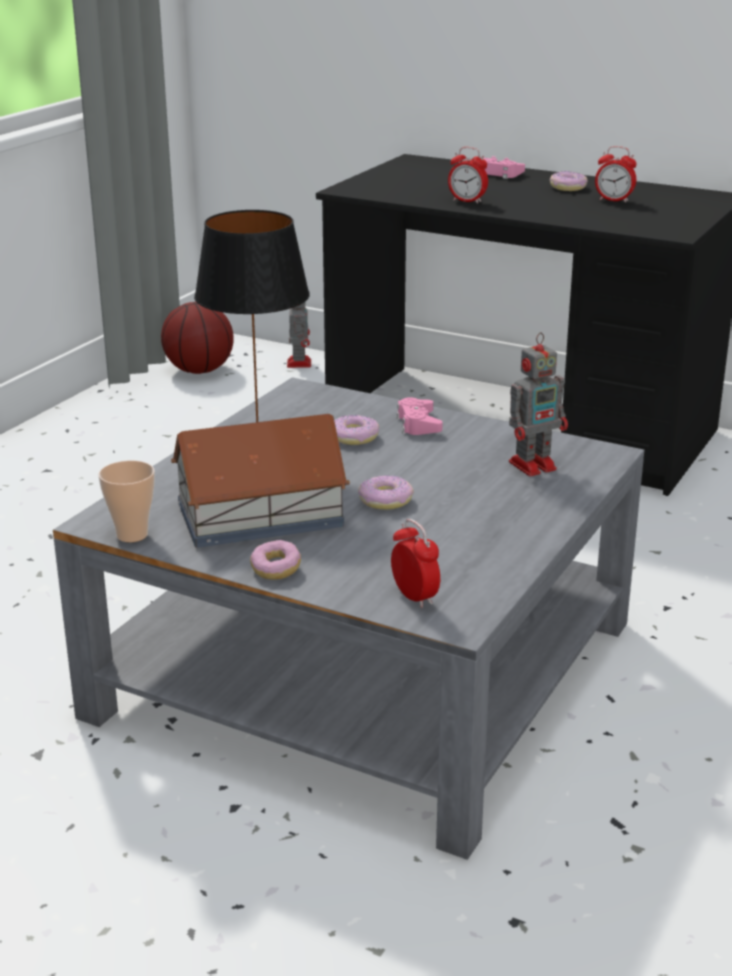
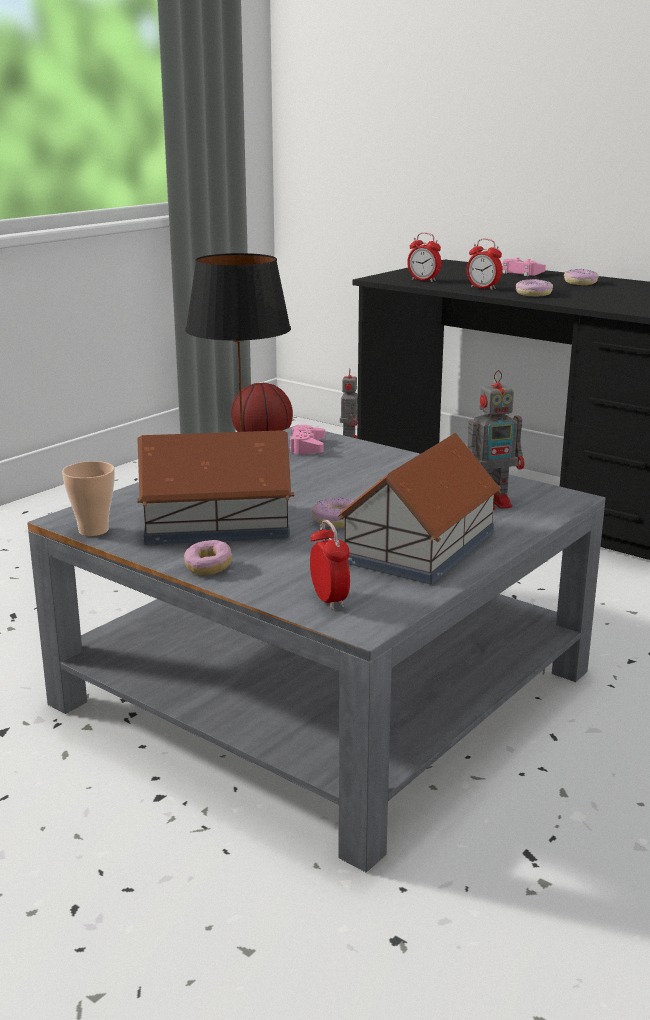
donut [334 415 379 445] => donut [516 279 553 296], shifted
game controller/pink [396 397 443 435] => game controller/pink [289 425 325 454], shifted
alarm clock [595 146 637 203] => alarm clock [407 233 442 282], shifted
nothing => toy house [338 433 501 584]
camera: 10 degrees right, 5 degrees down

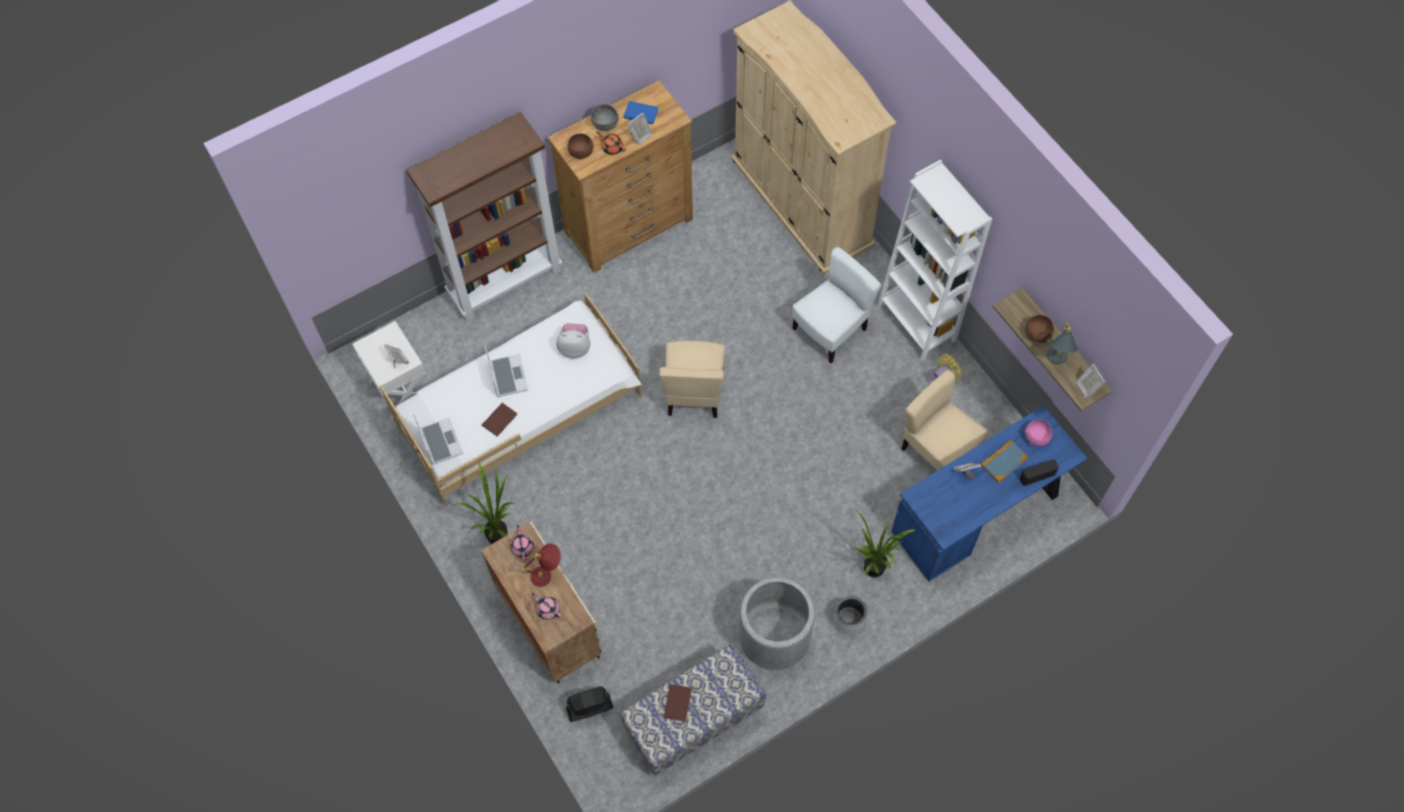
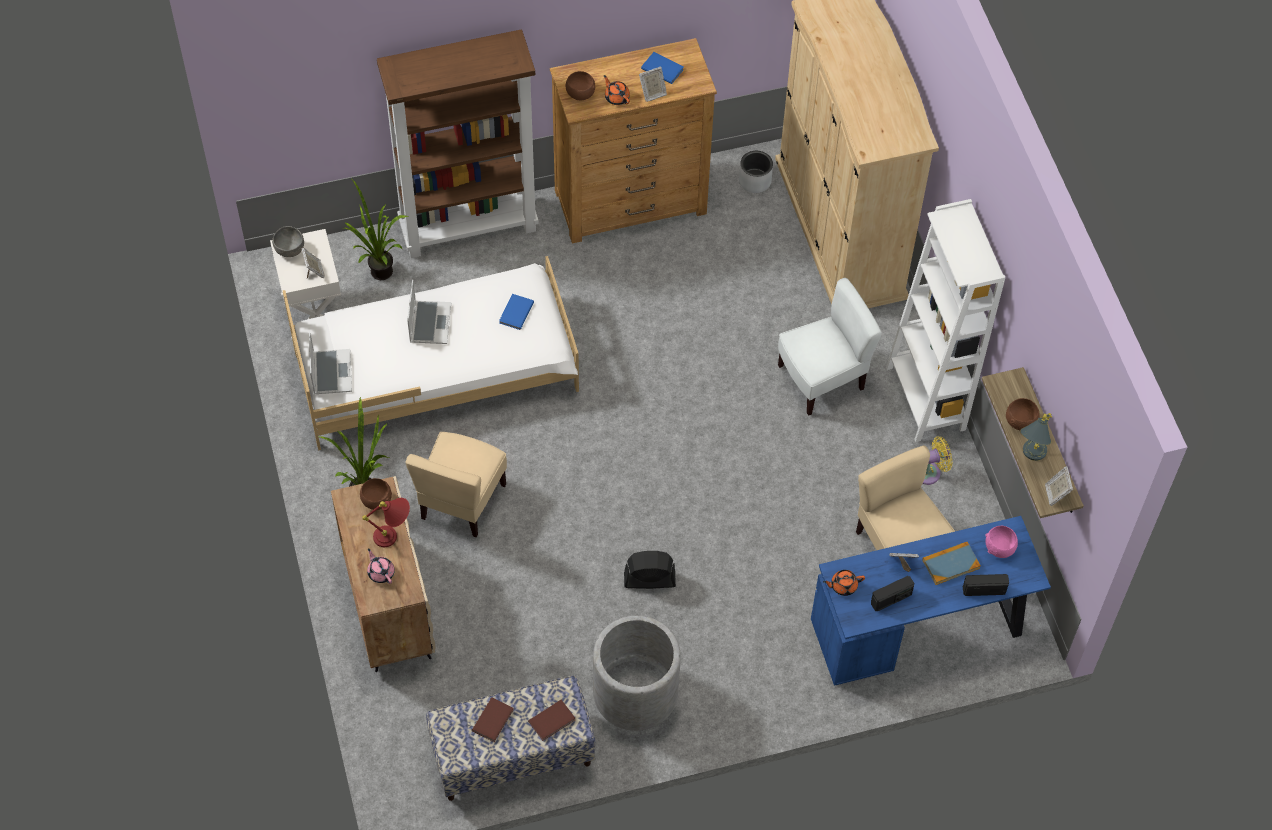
book/brown [482 403 517 437] => book/brown [528 700 575 741], shifted
teapot/pink [510 525 534 561] => bowl/brown [360 478 392 510]
plush toy [556 323 590 358] => book/blue [499 294 534 330]
fan/black [566 686 614 722] => fan/black [624 551 676 589], shifted
bowl/grey [591 104 618 131] => bowl/grey [272 226 304 257], shifted
chair/beige [659 341 725 418] => chair/beige [406 432 507 537], shifted
planter/grey [834 596 867 635] => planter/grey [739 151 773 193], shifted
potted plant [853 510 917 578] => potted plant [344 180 408 280], shifted
nothing => teapot/orange [823 570 865 596]
nothing => radio [871 576 915 612]
camera: 15 degrees right, 5 degrees down

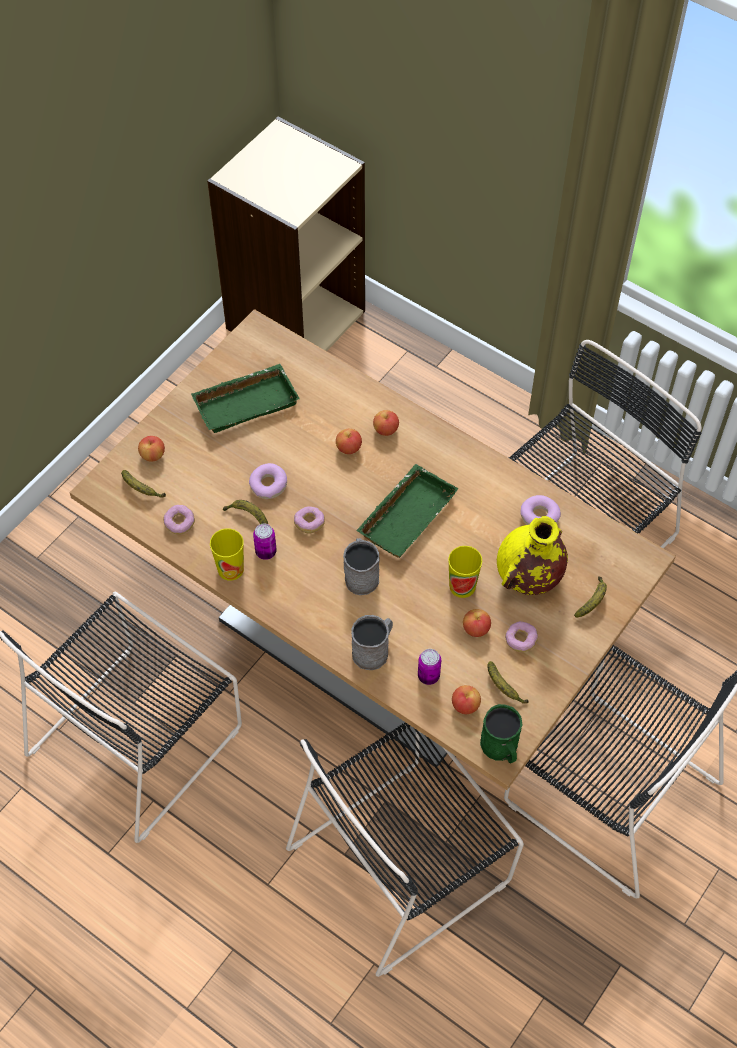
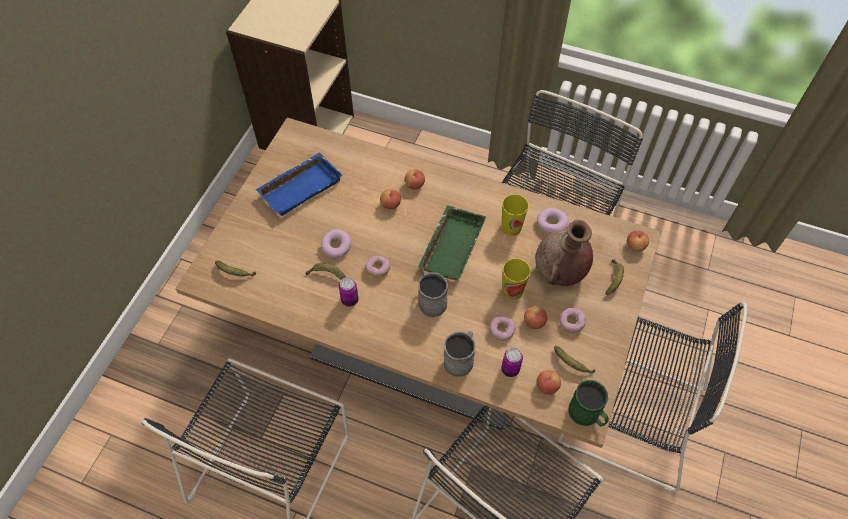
apple [138 436 165 462] => apple [627 230 649 252], shifted
donut [163 505 195 534] => donut [489 315 516 341], shifted
tray/green [191 364 300 433] => tray/blue [256 153 343 216]
cup [210 529 244 581] => cup [501 194 529 236], shifted
vase/yellow [497 516 568 595] => vase/brown [535 220 593 286]
camera: 15 degrees left, 0 degrees up

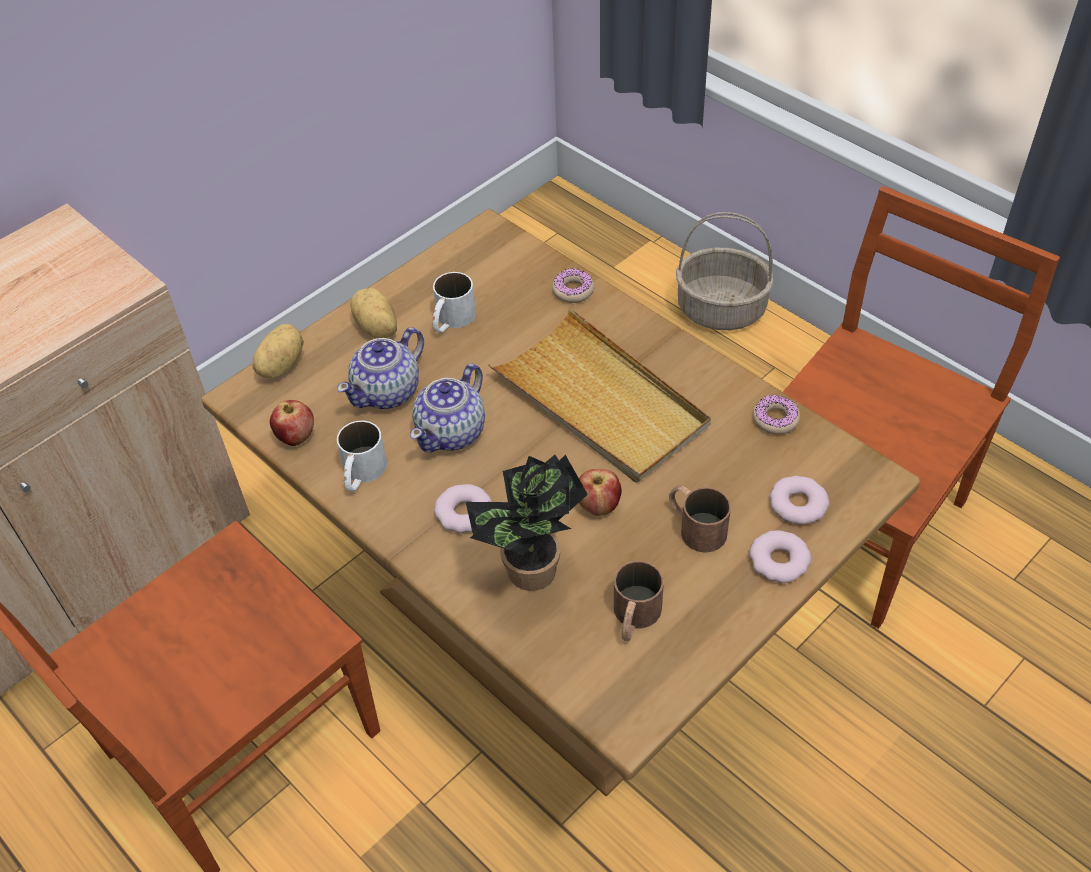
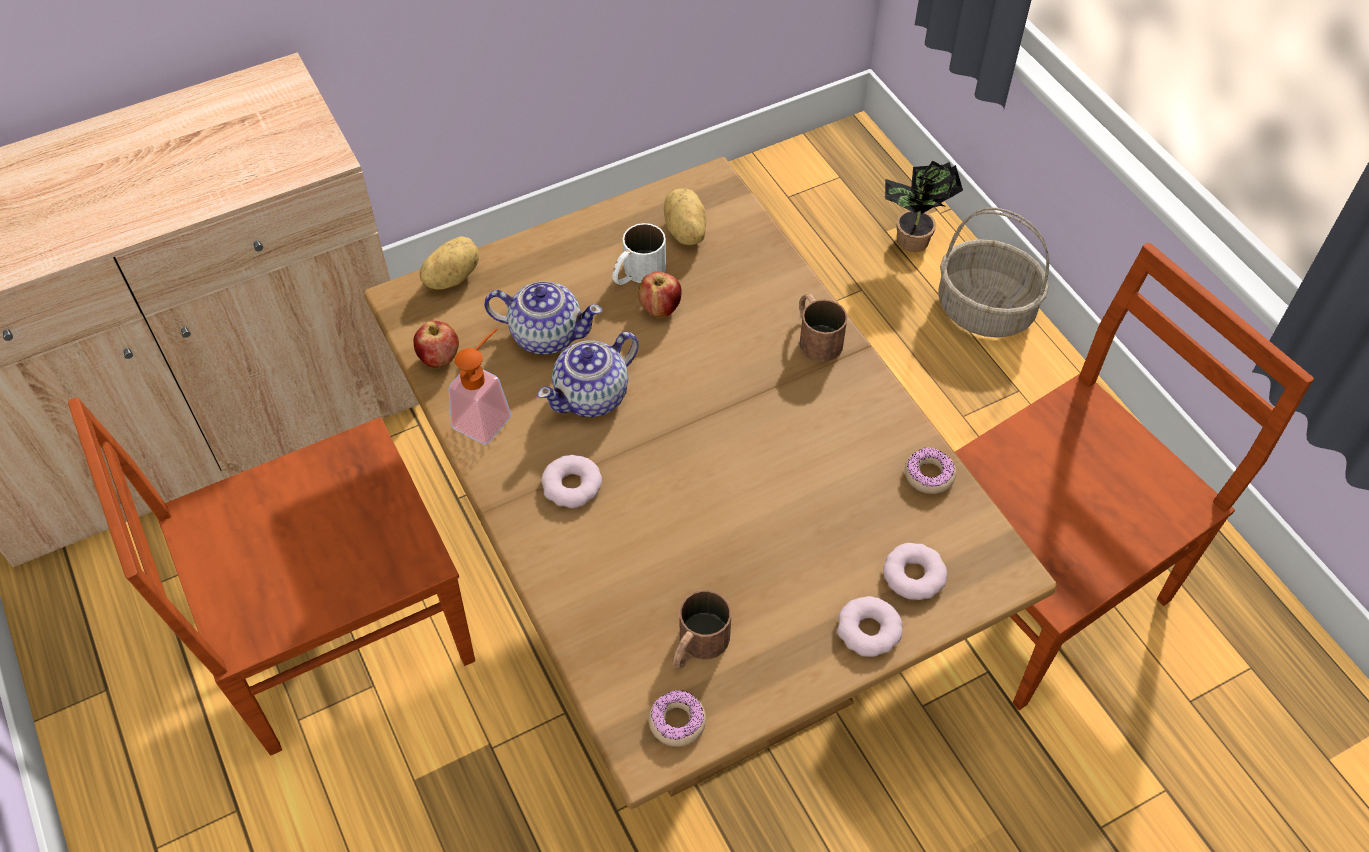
teapot [337 328 424 409] => teapot [484 281 602 355], 135 degrees counterclockwise
mug/white [337 420 387 492] => soap dispenser [448 328 511 445]
potato [351 288 397 339] => potato [664 188 707 245], shifted
potted plant [466 455 588 591] => potted plant [884 160 963 252], shifted
tray/beige [488 308 711 483] => nothing
donut [552 268 594 303] => donut [649 690 706 747], shifted
apple [579 469 622 516] => apple [638 272 682 317], shifted
mug/brown [669 486 731 553] => mug/brown [799 294 848 362], shifted
camera: 15 degrees right, 5 degrees up

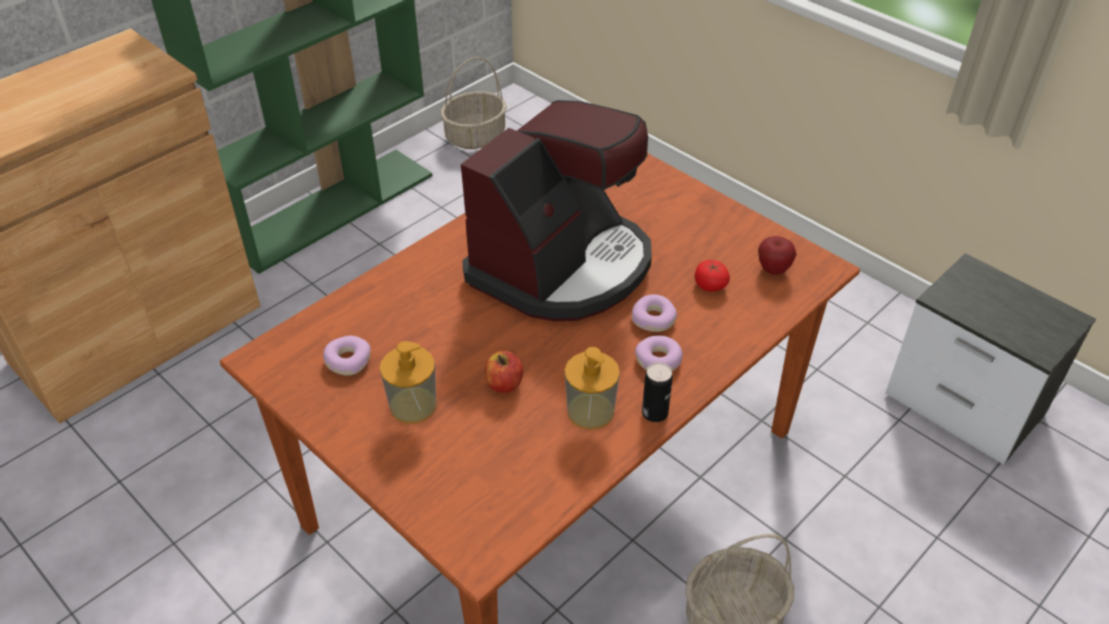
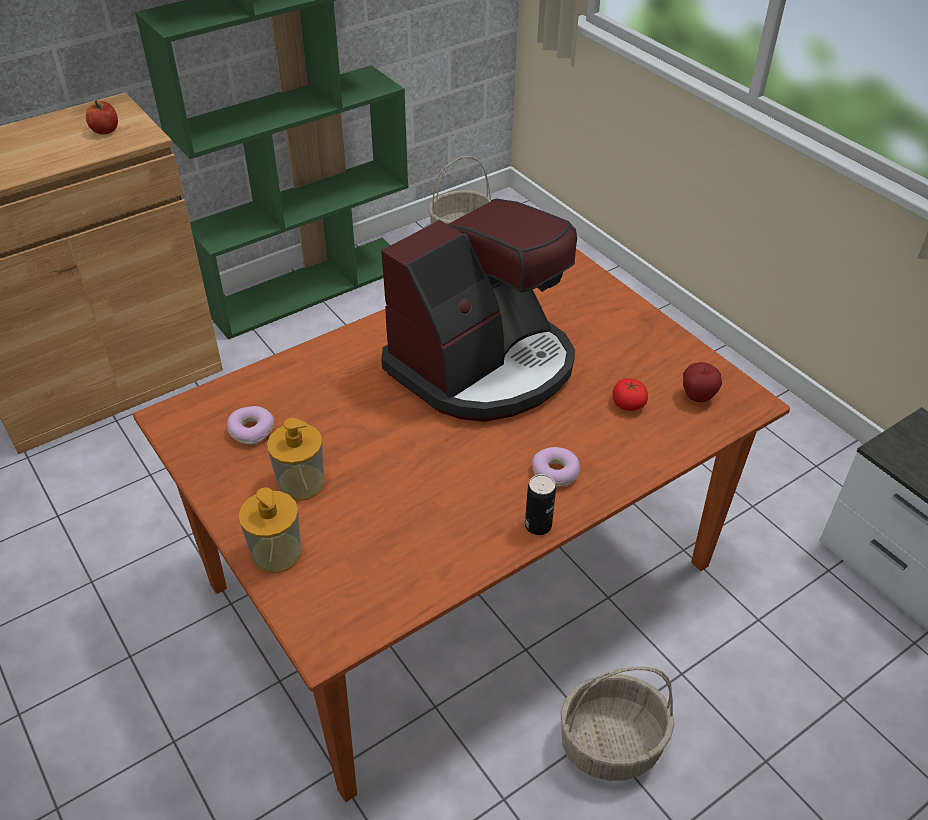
apple [485 351 523 393] => apple [86 101 118 135], shifted
soap dispenser [564 347 620 430] => soap dispenser [239 487 302 573], shifted
donut [632 294 677 332] => nothing
camera: 10 degrees right, 0 degrees up

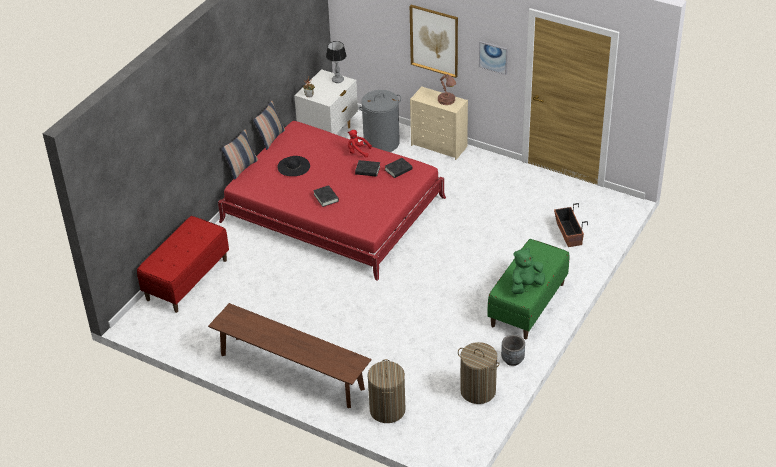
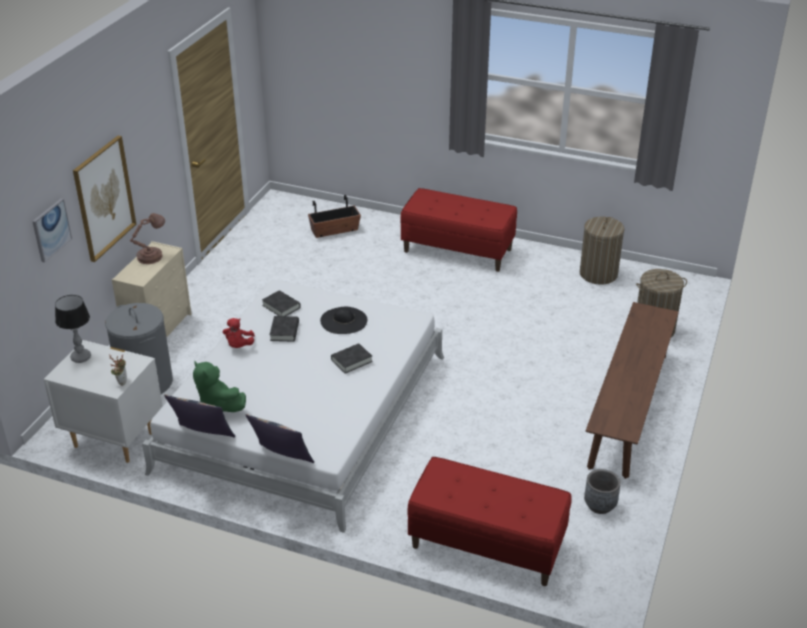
bed/red [218 121 446 281] => bed/white [142 280 444 533]
hat/black [277 156 310 176] => hat/black [320 307 367 334], shifted
picture [479 41 508 75] => picture [32 198 72 263], shifted
bench/green [487 239 569 339] => bench/red [401 188 517 272]
planter/grey [501 335 525 366] => planter/grey [584 469 621 514], shifted
plush toy/green [511 247 545 294] => plush toy/green [193 361 246 412], shifted
camera: 100 degrees left, 5 degrees down

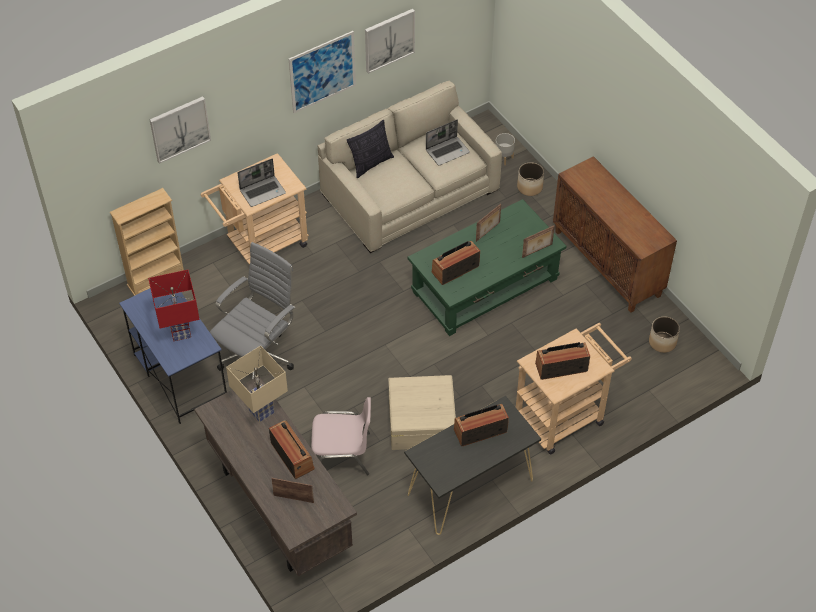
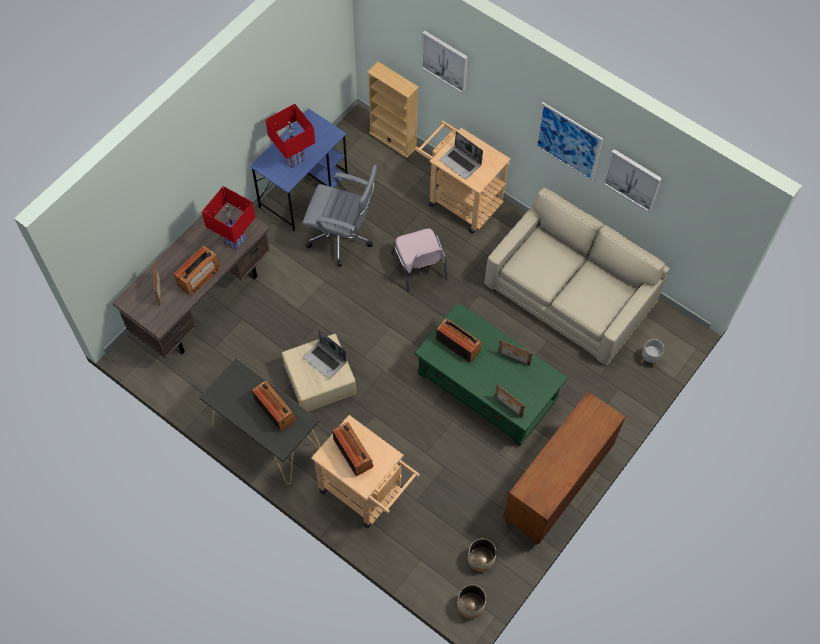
table lamp/beige [226 345 288 423] => table lamp/red [202 186 256 250]
chair/pink [311 397 371 475] => chair/pink [391 228 447 292], shifted
pillow [347 120 394 178] => nothing
laptop [426 119 470 166] => laptop [303 329 347 379], shifted
planter [517 162 544 196] => planter [457 585 486 619], shifted
camera: 70 degrees right, 10 degrees up

